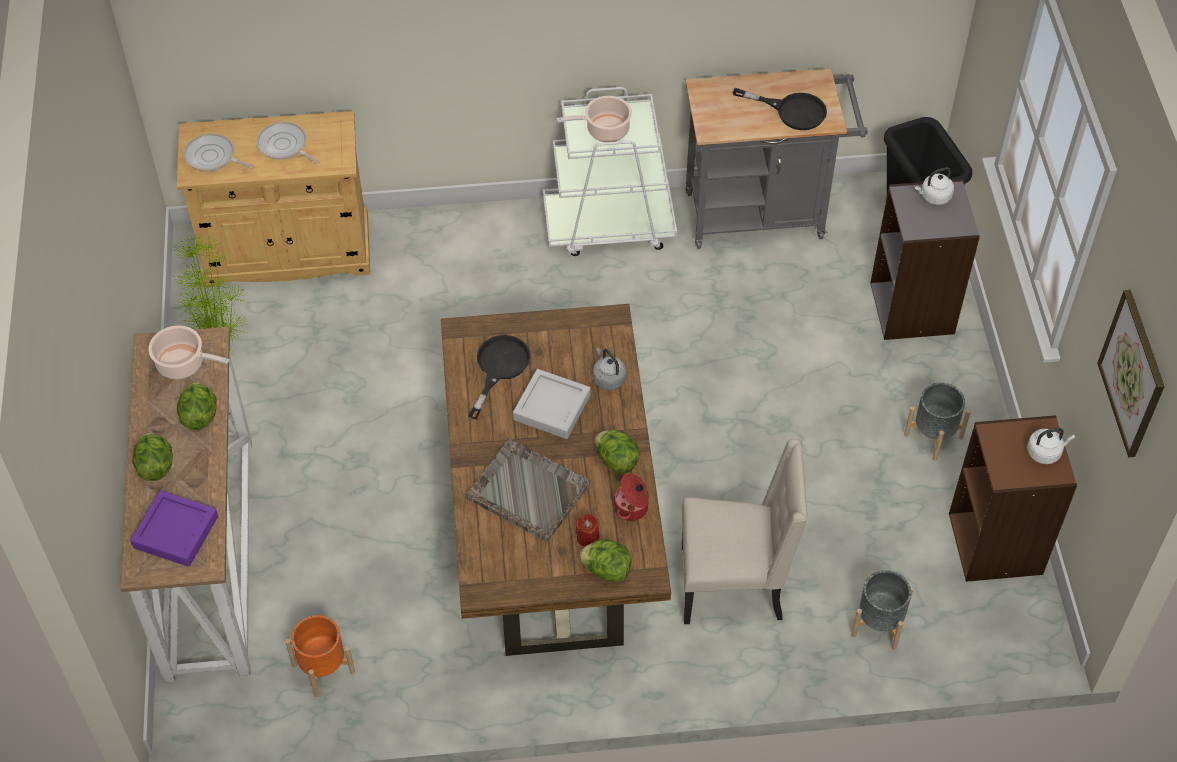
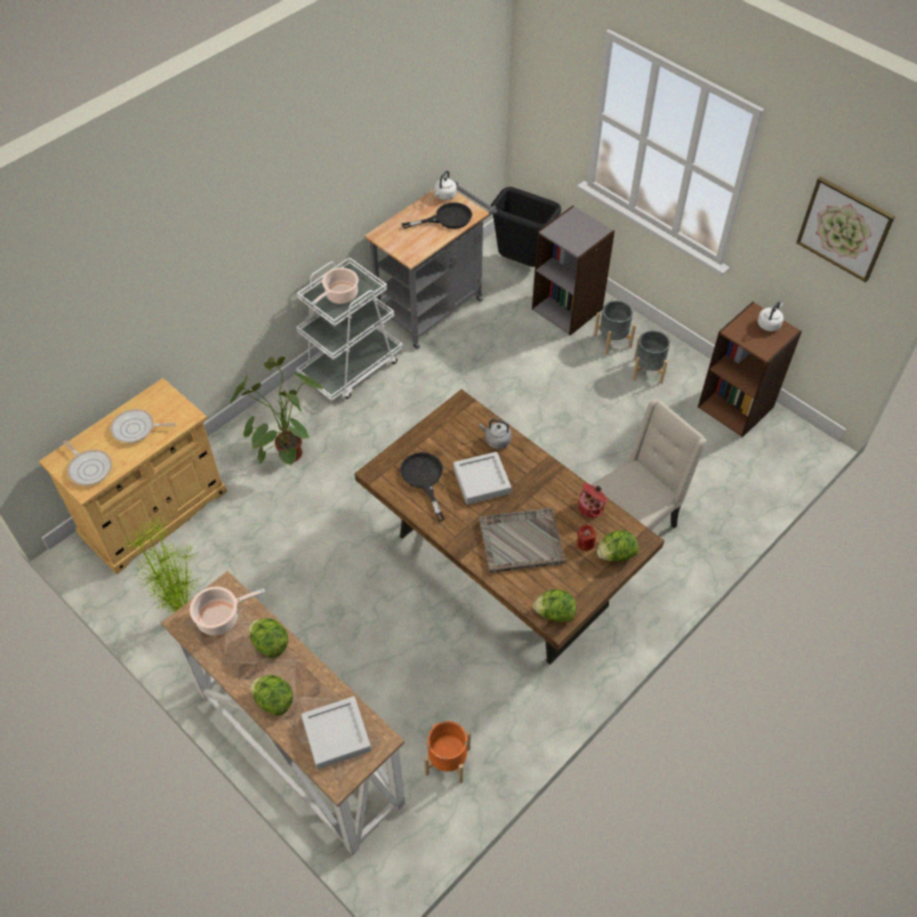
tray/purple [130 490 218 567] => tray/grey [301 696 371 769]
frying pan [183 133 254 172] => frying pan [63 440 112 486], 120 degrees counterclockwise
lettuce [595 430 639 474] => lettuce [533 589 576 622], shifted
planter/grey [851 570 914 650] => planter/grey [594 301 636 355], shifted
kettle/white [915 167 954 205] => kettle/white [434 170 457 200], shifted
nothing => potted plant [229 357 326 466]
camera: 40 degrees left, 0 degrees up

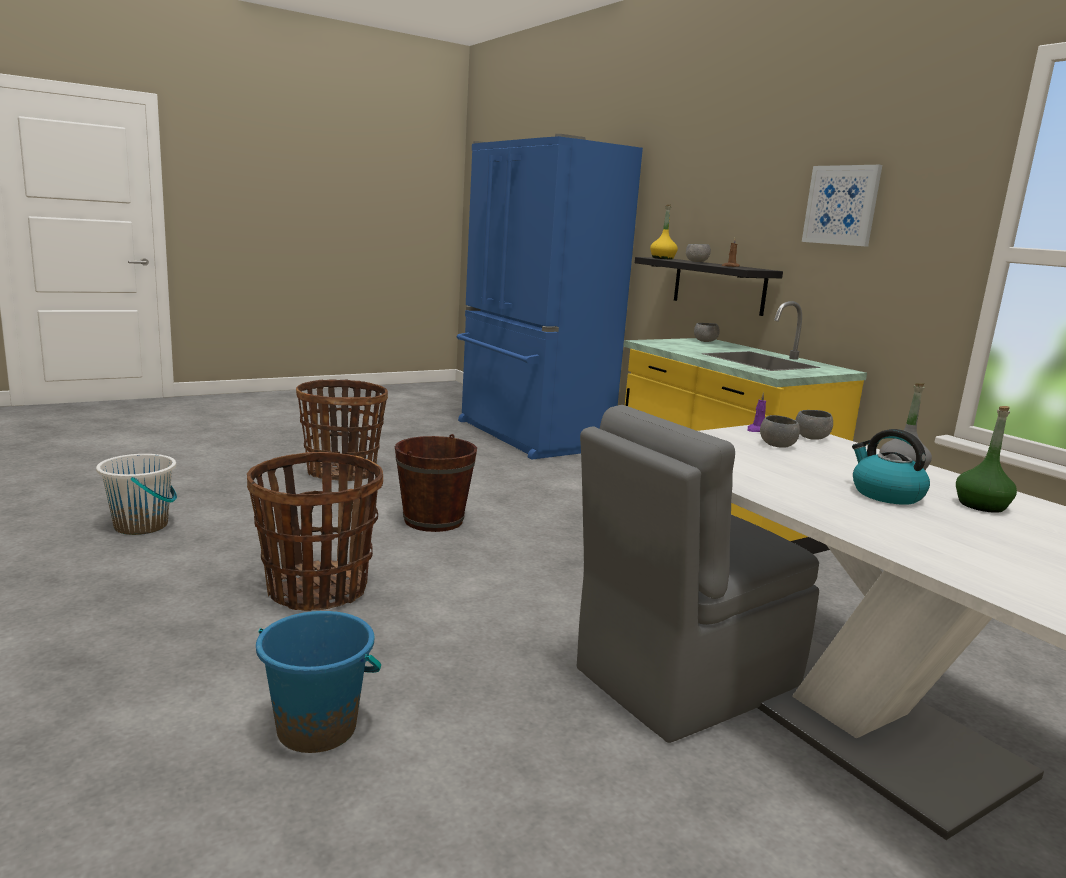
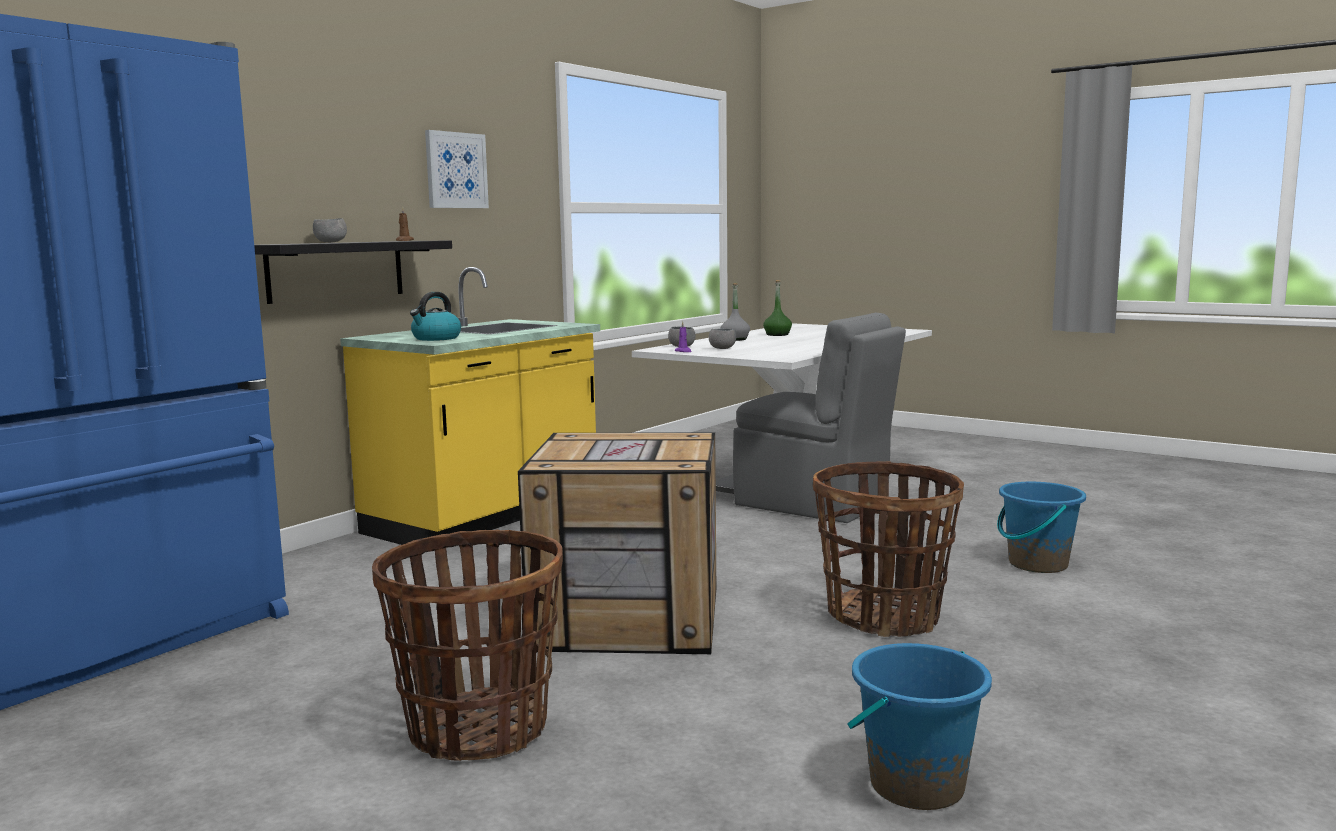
bucket/white [96 454 177 535] => bucket/blue [847 643 992 810]
bucket/brown [395 434 477 532] => crate [518 433 716 654]
bottle/yellow [650 205 678 259] => nothing
bowl/grey [694 323 720 342] => nothing
kettle [852 429 930 505] => kettle [410 292 461 341], shifted
camera: 110 degrees left, 5 degrees down

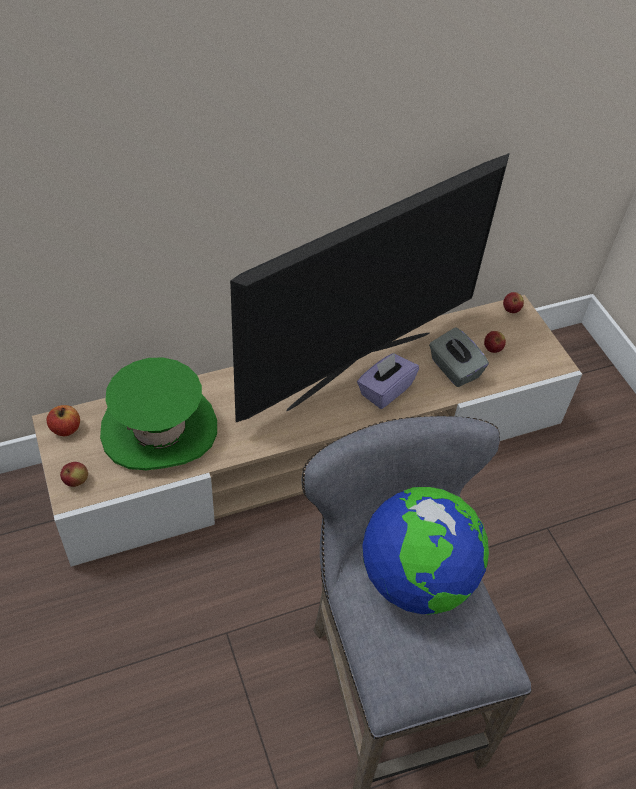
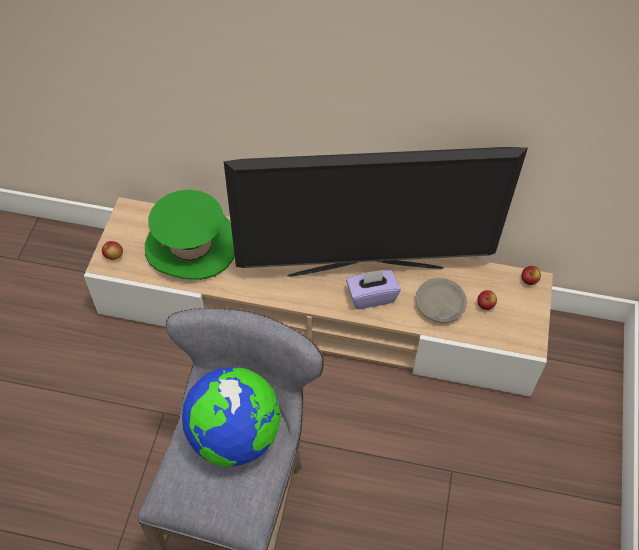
apple [47 405 80 436] => nothing
tissue box/grey [429 327 489 387] => bowl/grey [416 278 467 323]
camera: 35 degrees right, 5 degrees up

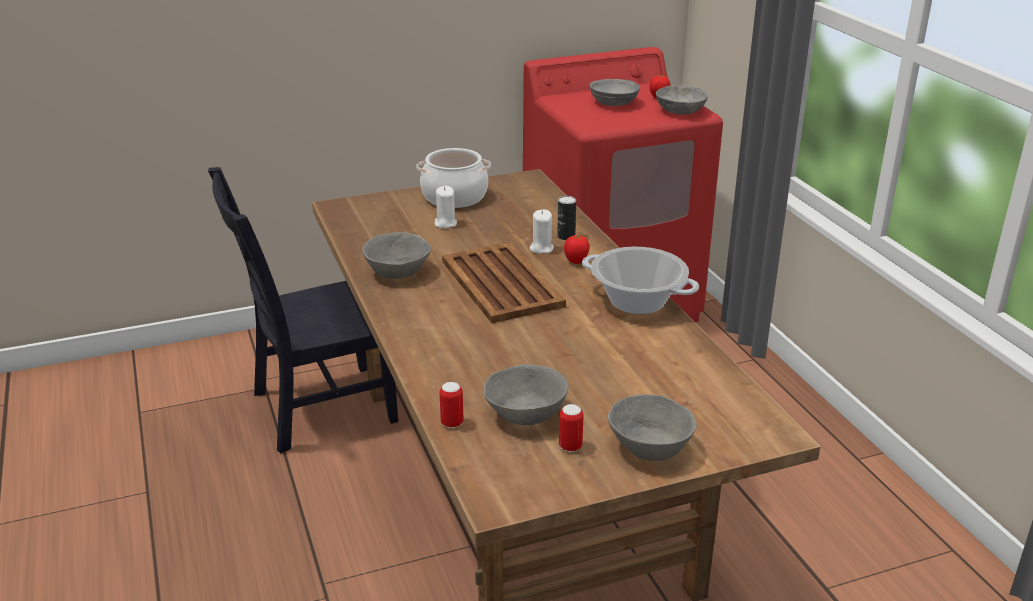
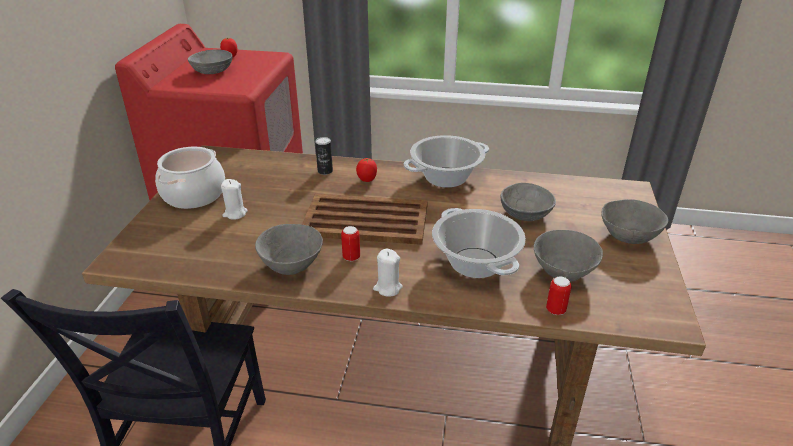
candle/white [530 209 554 254] => candle/white [373 249 403 297], shifted
can [559 404 584 452] => can [341 226 360 261], shifted
bowl/grey [656 85 708 114] => bowl/grey [501 183 556 221], shifted
nothing => cooking pot [432 208 526 278]
camera: 60 degrees left, 5 degrees up

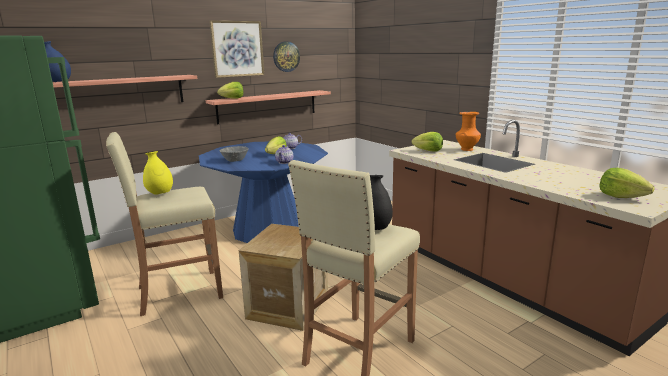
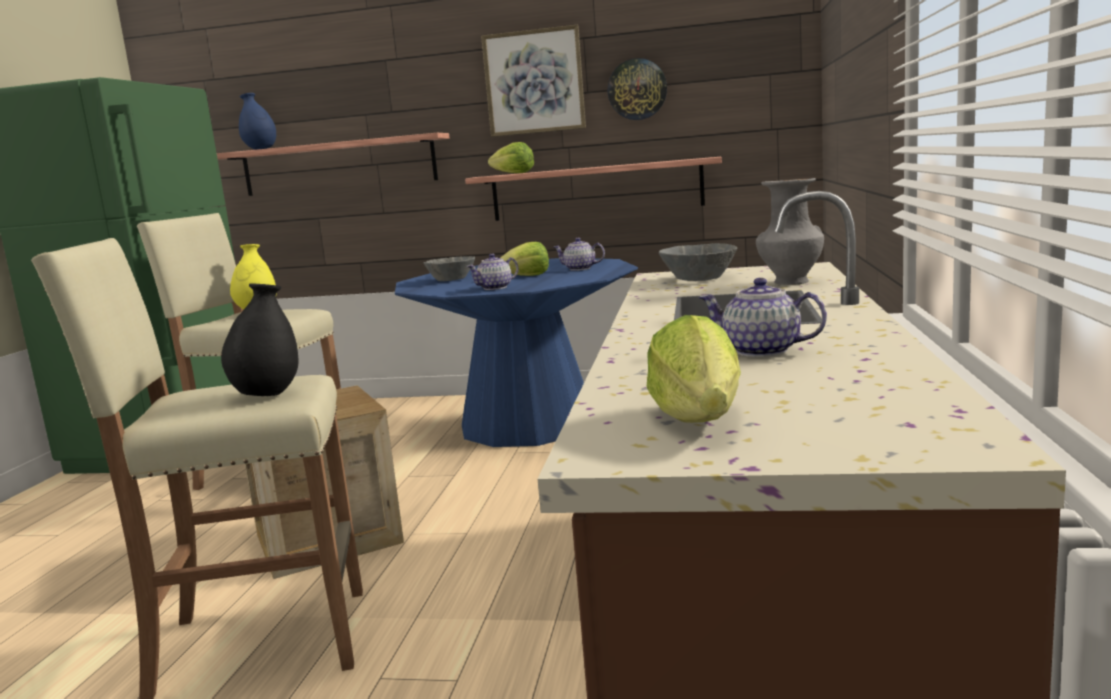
lettuce [412 132 443 152] => bowl/grey [659 243 737 281]
vase/orange [456 112 481 151] => vase/grey [756 178 824 285]
nothing => teapot [698 278 827 357]
camera: 45 degrees right, 5 degrees down

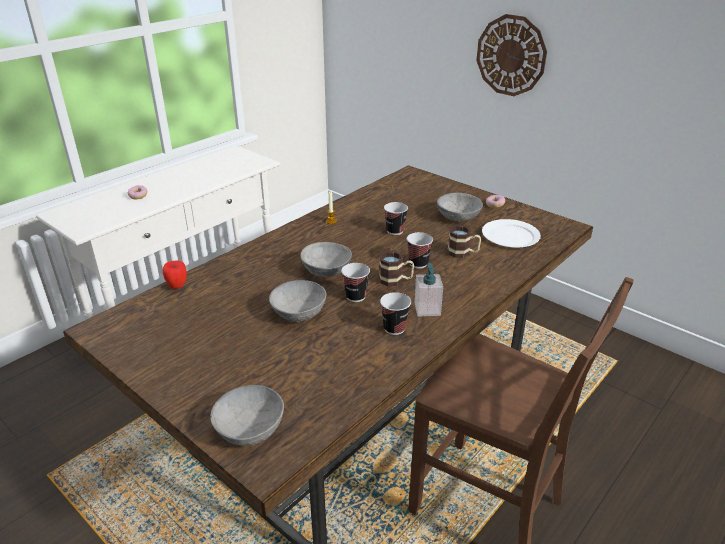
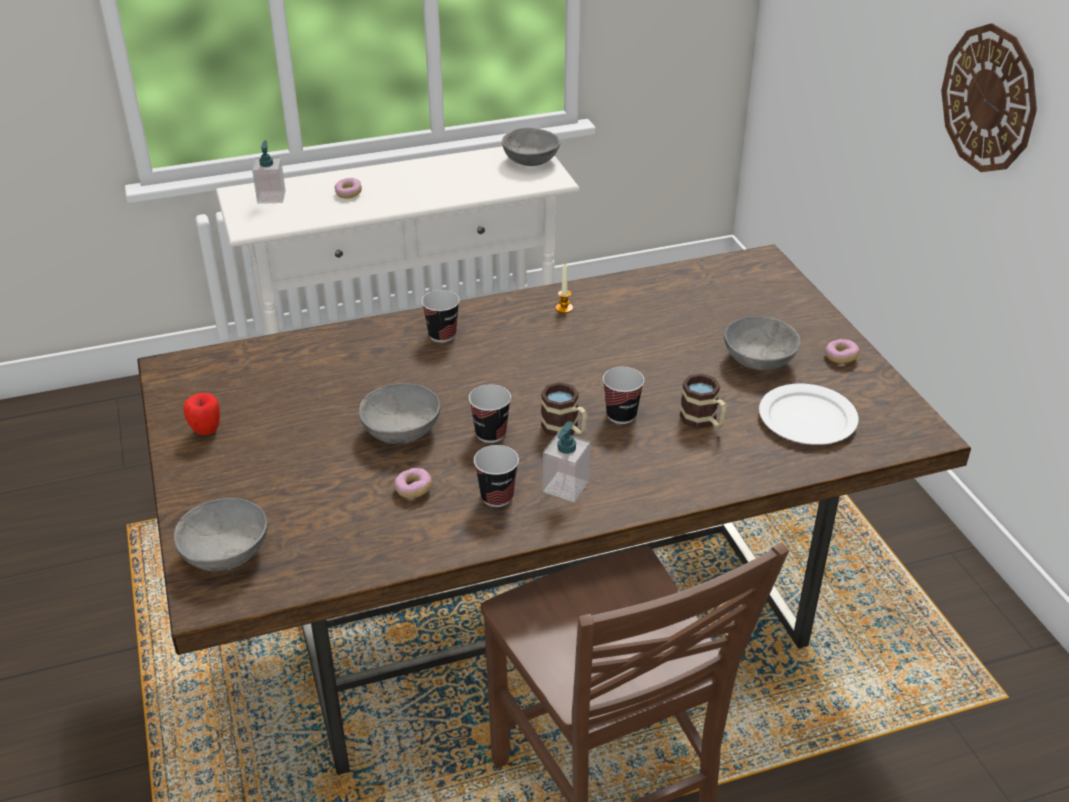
apple [162 260 187 289] => apple [183 393 220 435], shifted
bowl/grey [300 242 352 277] => bowl/grey [502 128 561 166], shifted
cup [384 202 408 235] => cup [422 290 460 342], shifted
nothing => soap dispenser [252 140 286 204]
nothing => donut [394 468 432 498]
camera: 30 degrees right, 5 degrees up

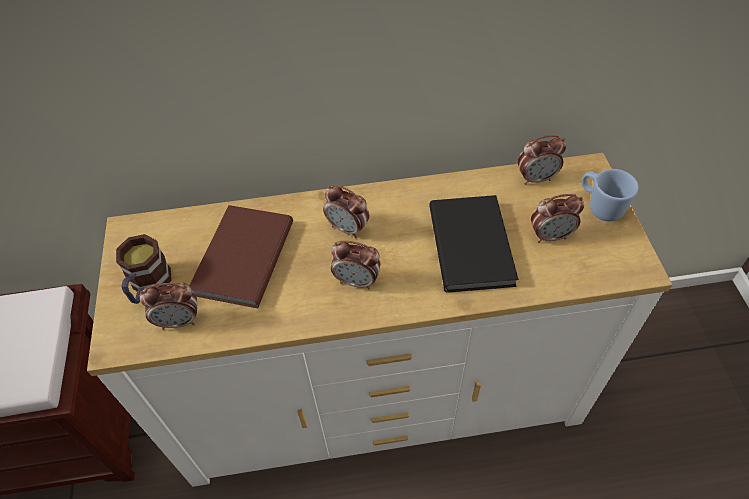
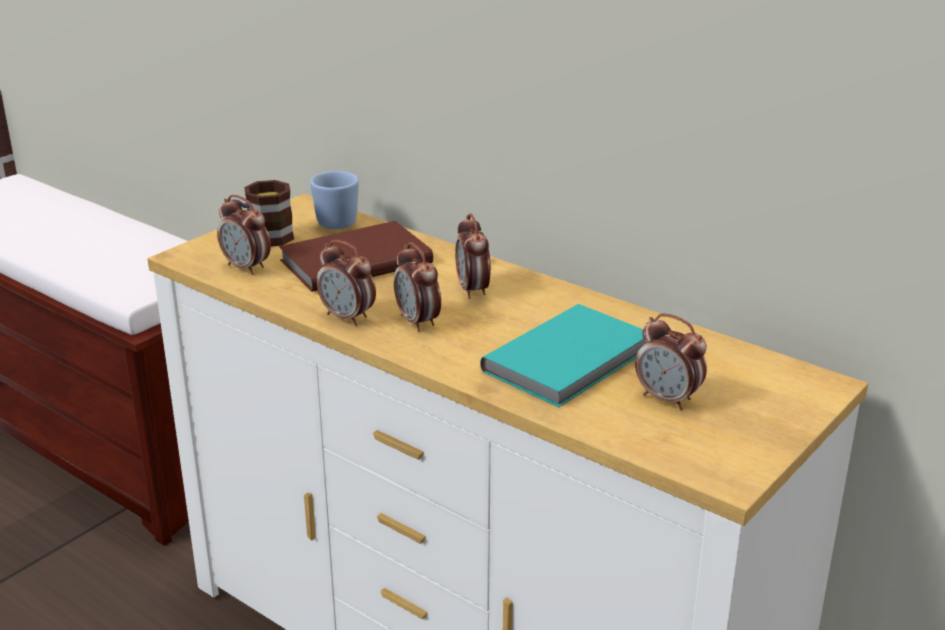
book/black [429 195 518 293] => book/turquoise [480 304 647 408]
alarm clock [518 135 566 185] => alarm clock [316 240 376 326], shifted
mug/blue [582 169 639 221] => mug/blue [310 171 359 229], shifted
camera: 45 degrees right, 25 degrees down

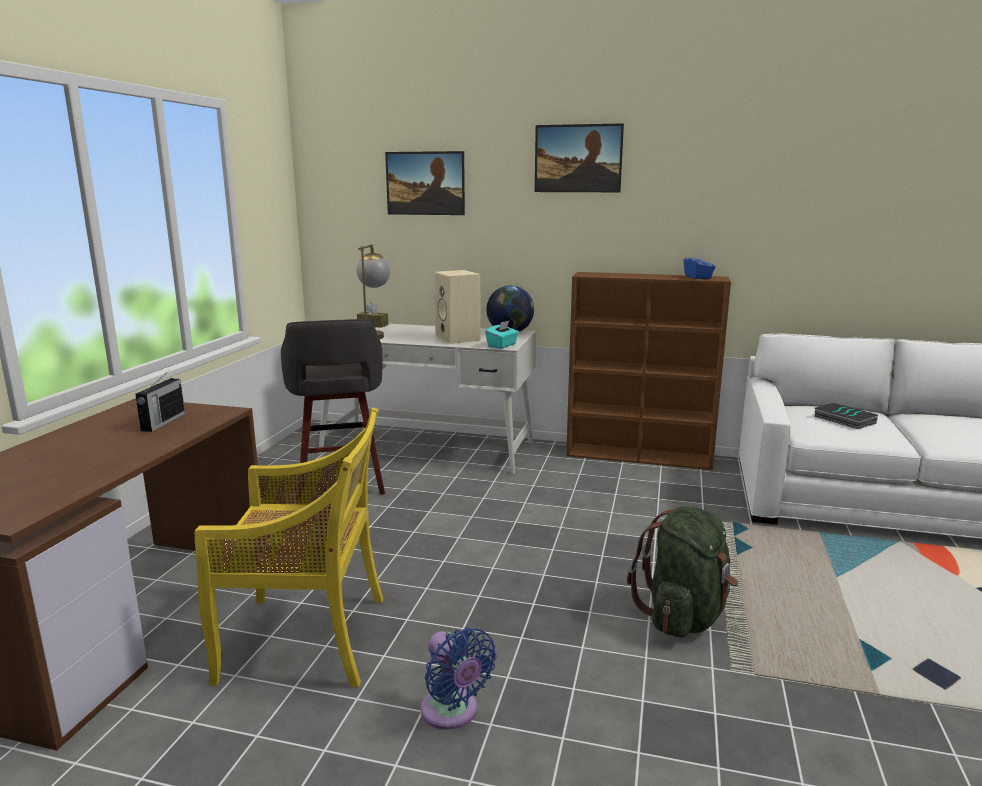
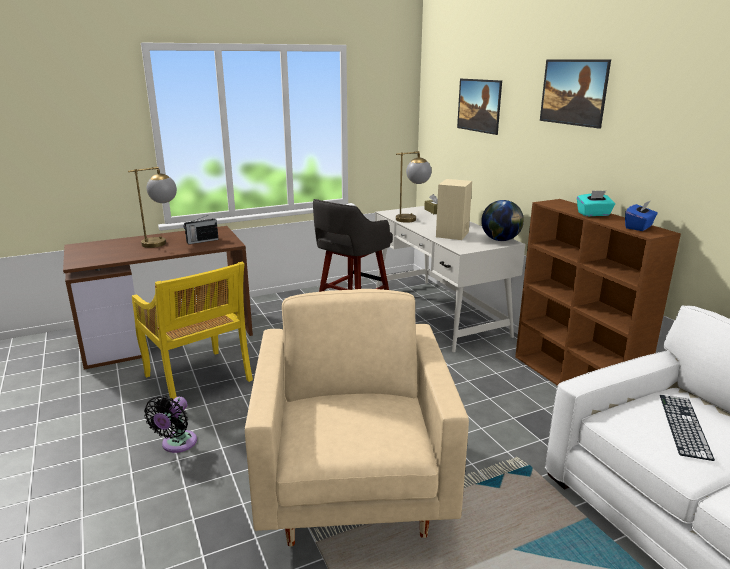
fan/blue [421 627 497 730] => fan/black [144 396 197 453]
tissue box/turquoise [485 320 519 349] => tissue box/turquoise [577 191 615 216], shifted
backpack/green [627 506 738 637] => armchair/beige [245 289 469 547]
book [814 403 878 429] => keyboard [660 395 715 461]
nothing => table lamp [128 167 177 248]
camera: 50 degrees right, 5 degrees up

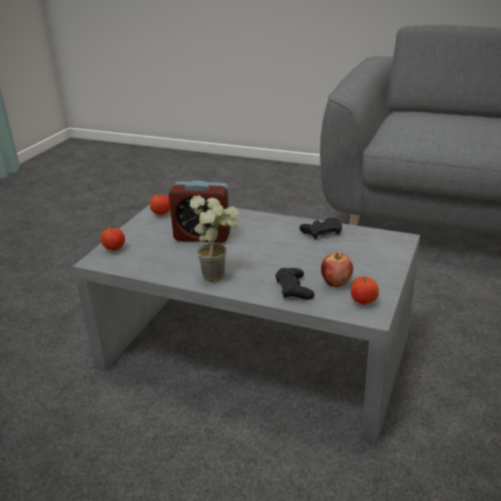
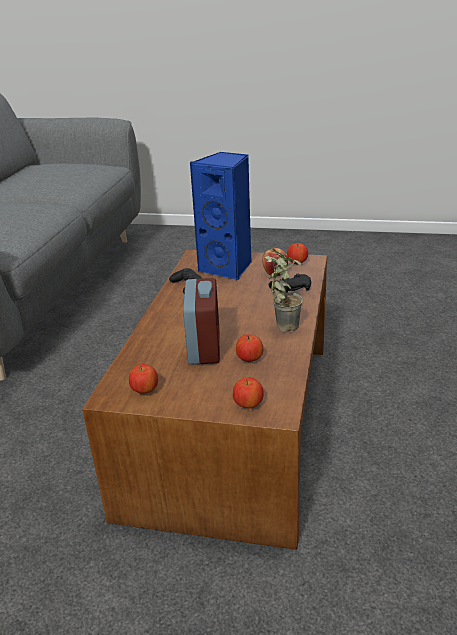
coffee table/grey [73 204 420 444] => coffee table/brown [82 250 327 550]
nothing => speaker/blue [190 152 252 281]
nothing => apple [236 335 263 362]
camera: 100 degrees left, 0 degrees up

